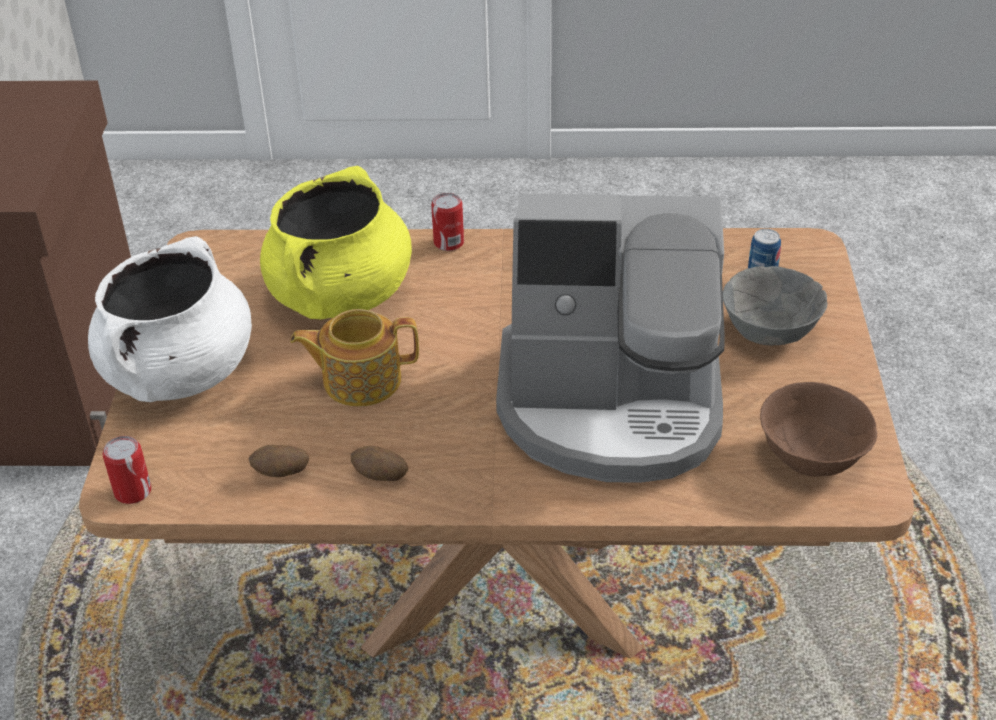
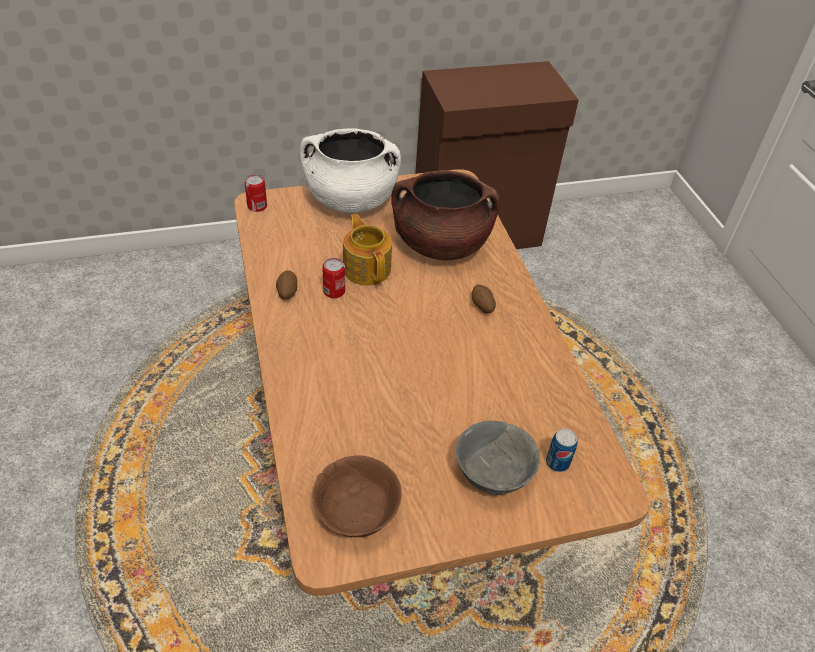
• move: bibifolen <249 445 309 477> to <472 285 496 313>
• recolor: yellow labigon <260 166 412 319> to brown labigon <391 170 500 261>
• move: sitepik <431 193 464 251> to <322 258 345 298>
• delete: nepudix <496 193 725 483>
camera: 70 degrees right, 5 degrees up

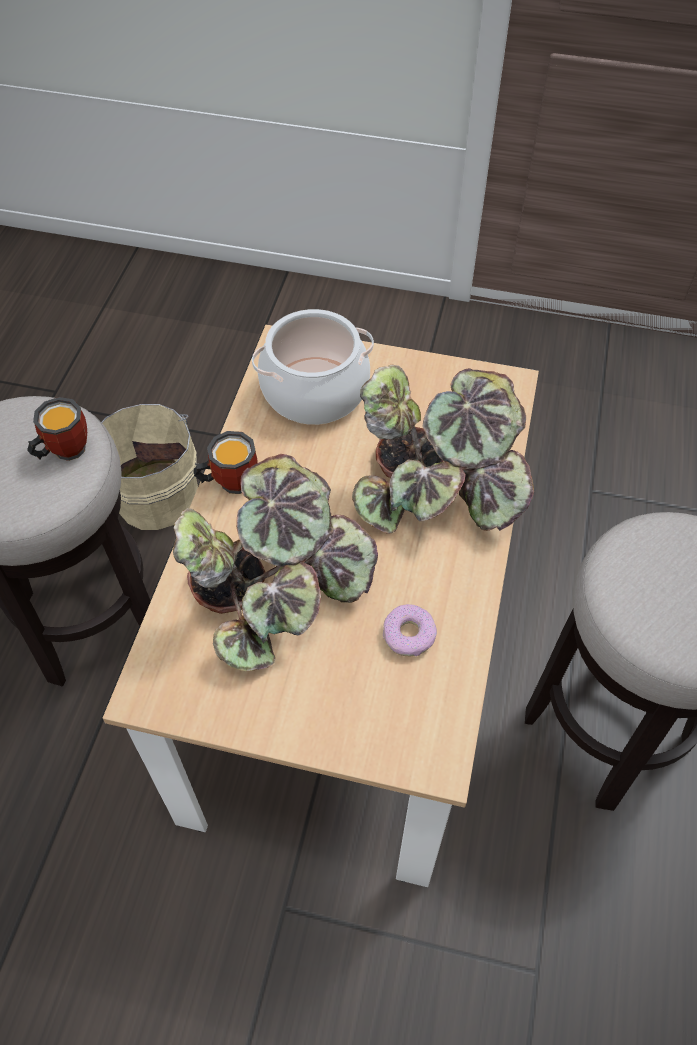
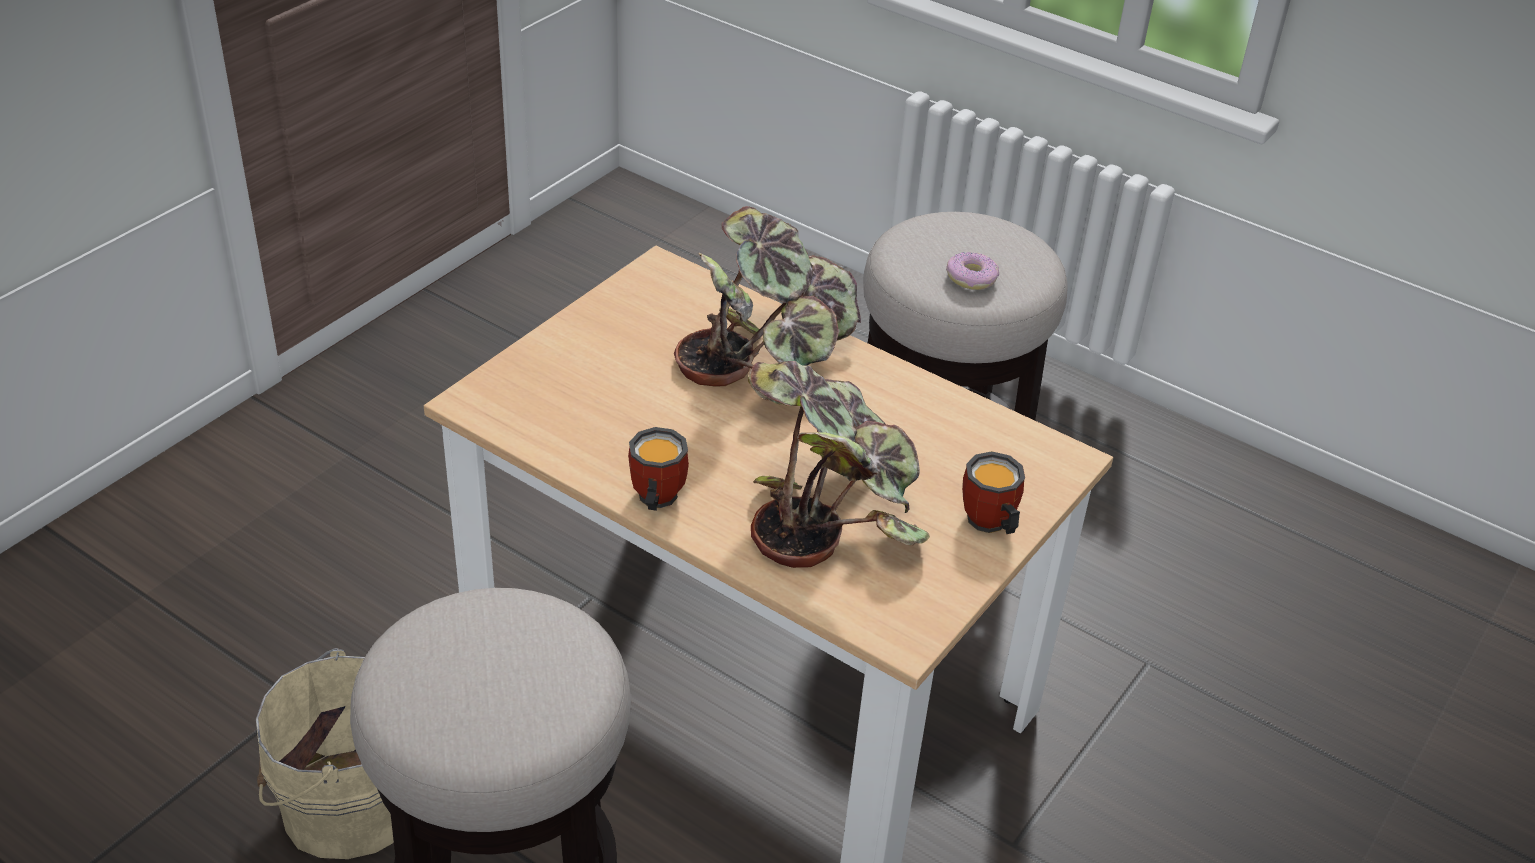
• move: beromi <27 397 87 461> to <962 451 1025 534>
• delete: labigon <252 309 374 425>
• move: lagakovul <383 604 437 656> to <946 252 999 290>
camera: 70 degrees left, 15 degrees down

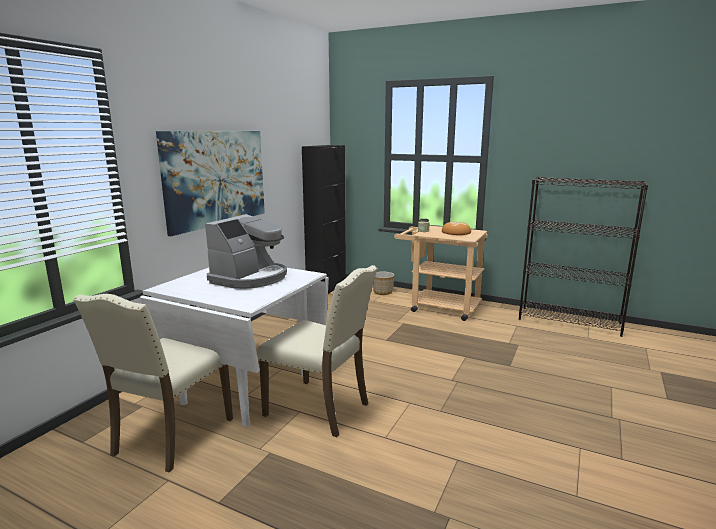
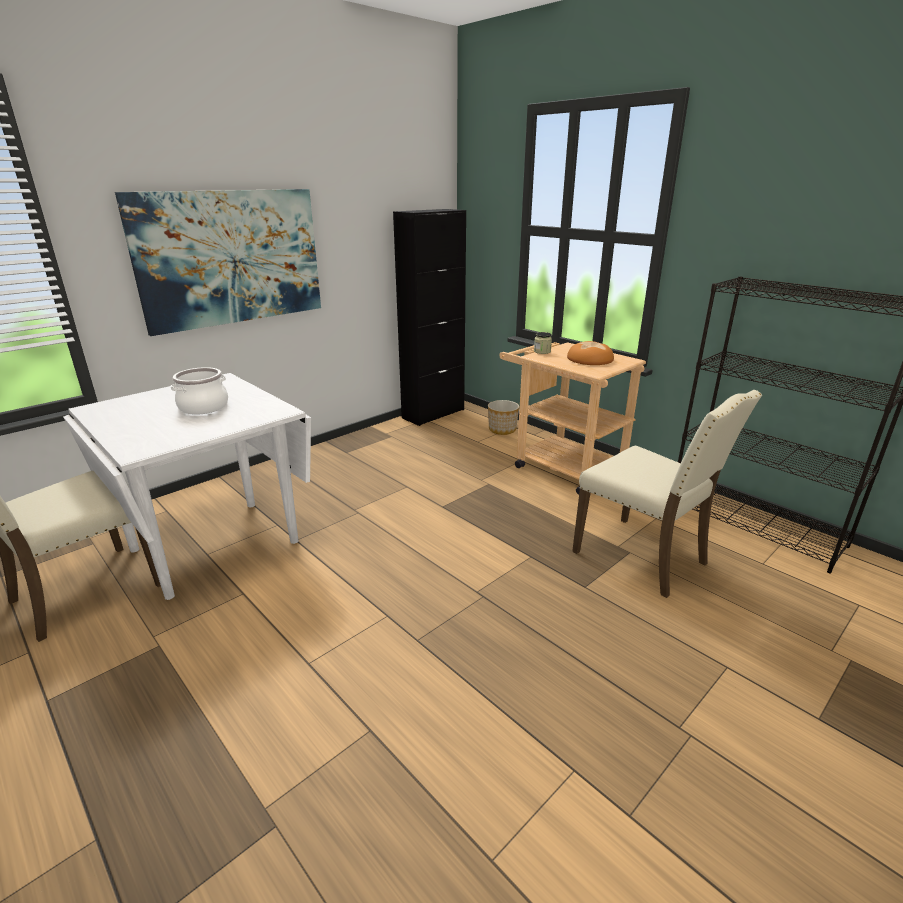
• replace: nepudix <205 214 287 289> to labigon <171 367 228 415>
• move: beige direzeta <257 265 378 437> to <572 390 762 598>
camera: 20 degrees right, 10 degrees up

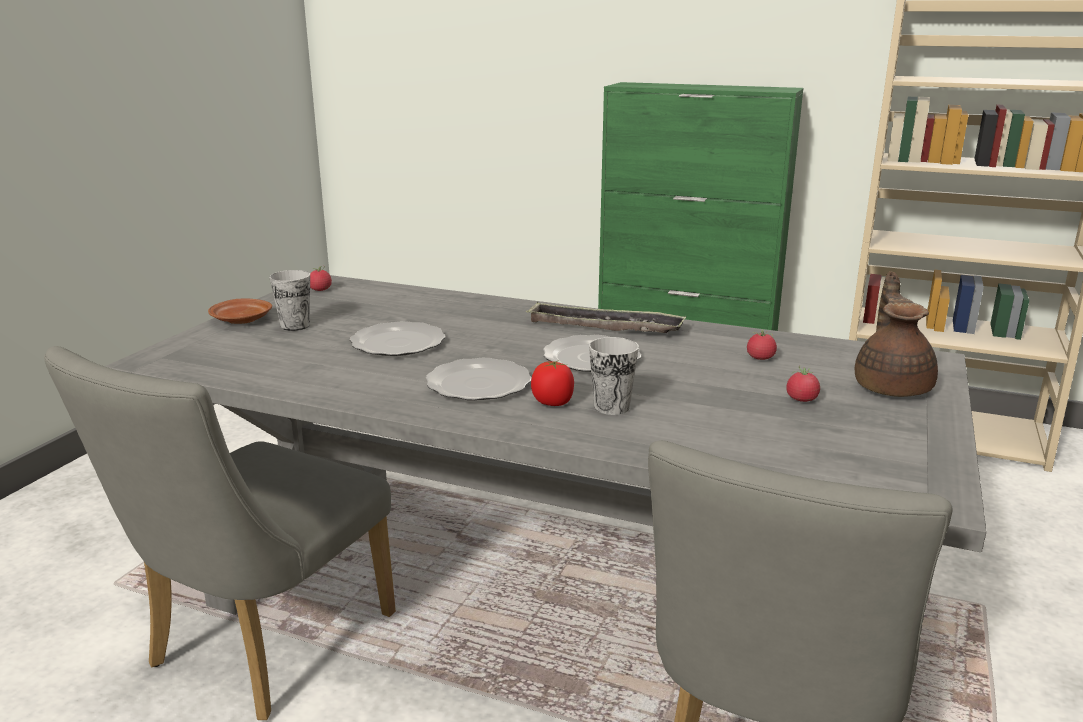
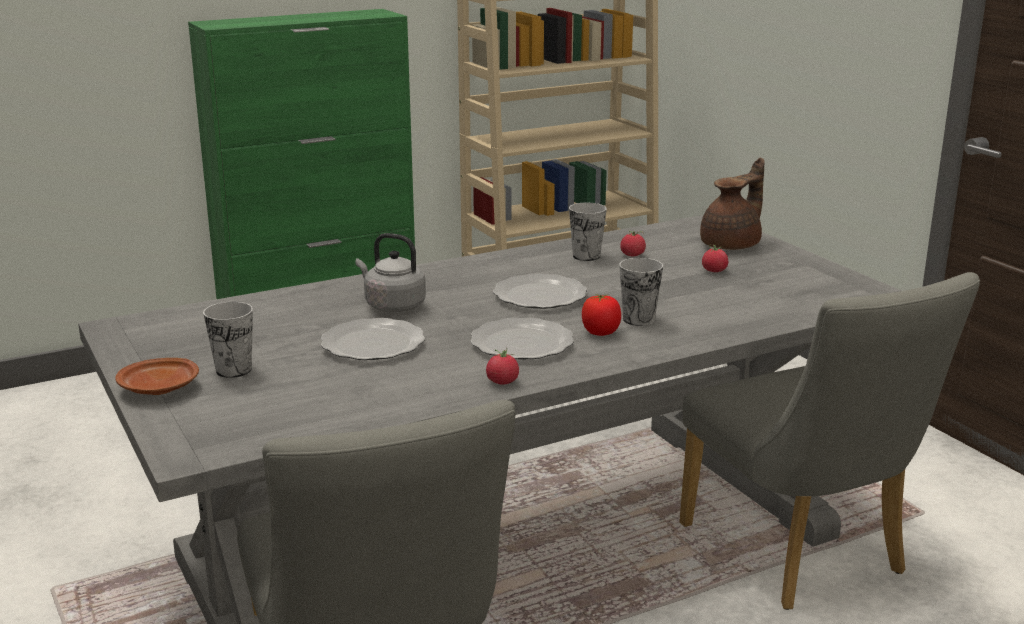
• move: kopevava <310 266 332 291> to <486 348 519 384>
• delete: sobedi <526 302 686 333>
• rotate: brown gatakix <855 271 938 397> = <700 158 764 250> 90 degrees clockwise
• insert: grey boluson <355 233 426 312>
• insert: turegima <569 203 607 261>
camera: 50 degrees left, 0 degrees up

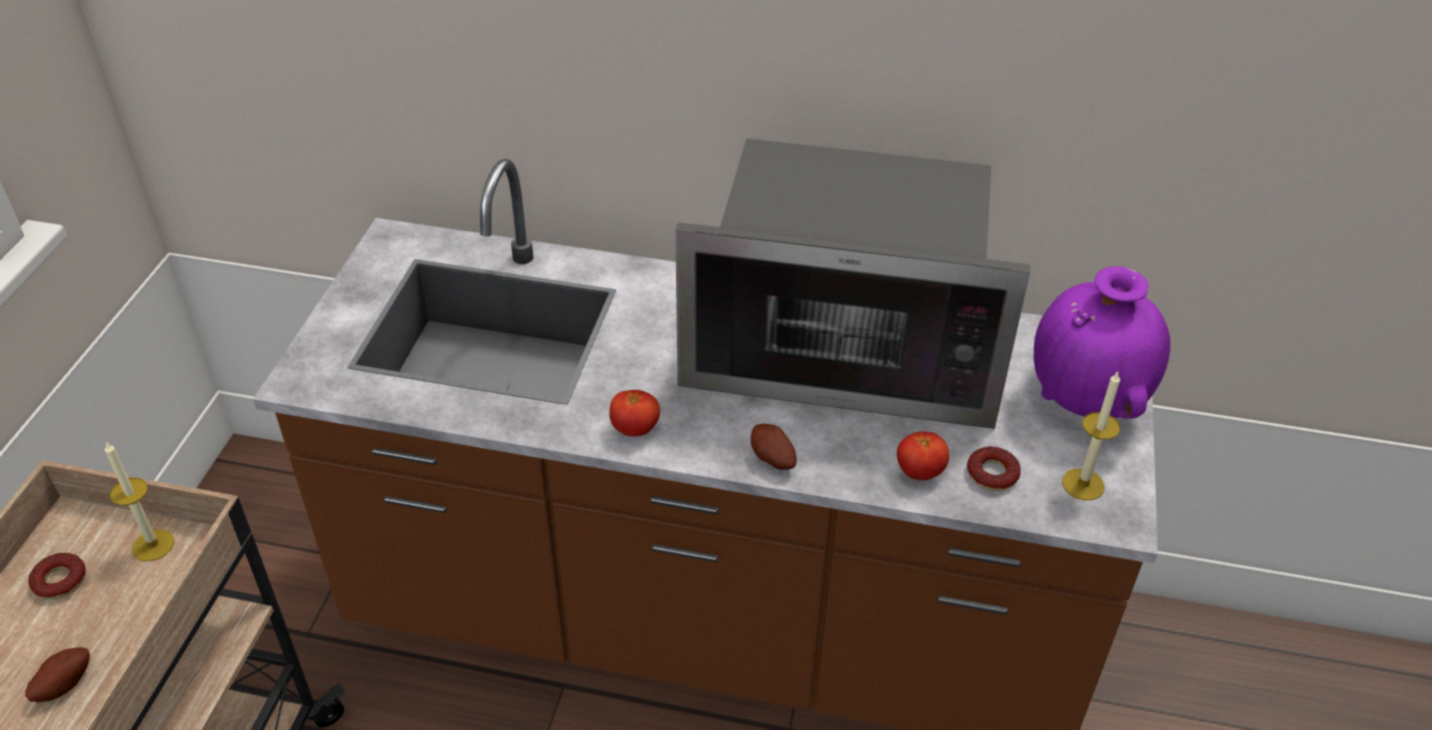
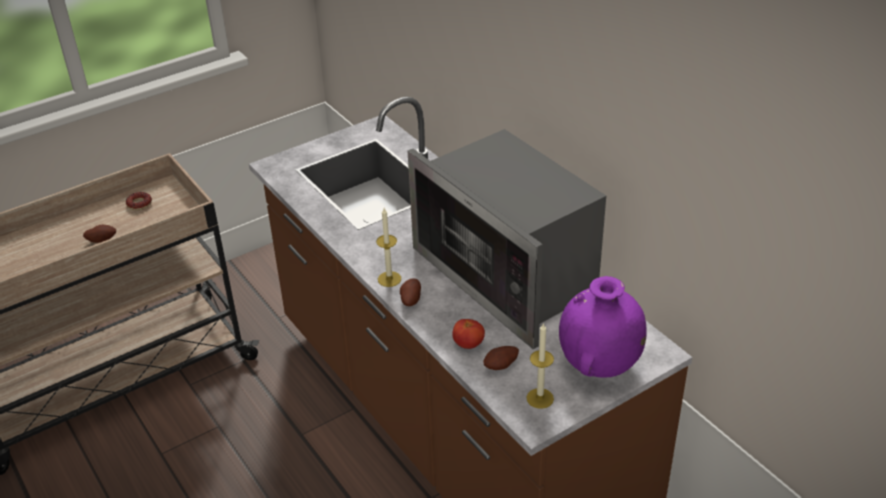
• move: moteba <105 441 174 561> to <376 208 401 287>
• delete: kopevava <610 390 660 436>
• replace: lagakovul <967 446 1021 491> to bibifolen <483 346 519 370>
camera: 45 degrees right, 5 degrees down

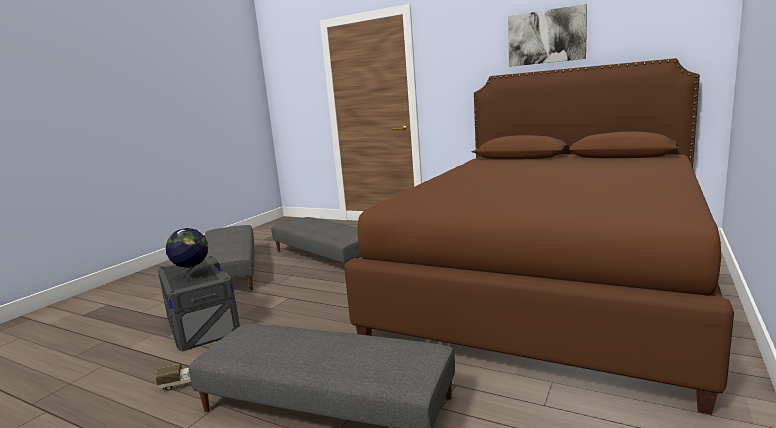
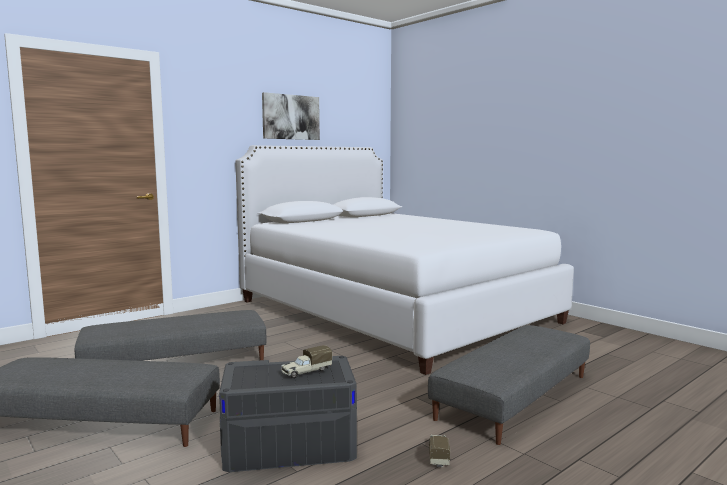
• replace: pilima <166 228 209 280> to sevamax <281 345 332 378>
• recolor: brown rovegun <344 58 734 415> to white rovegun <235 145 574 375>
camera: 70 degrees left, 5 degrees down

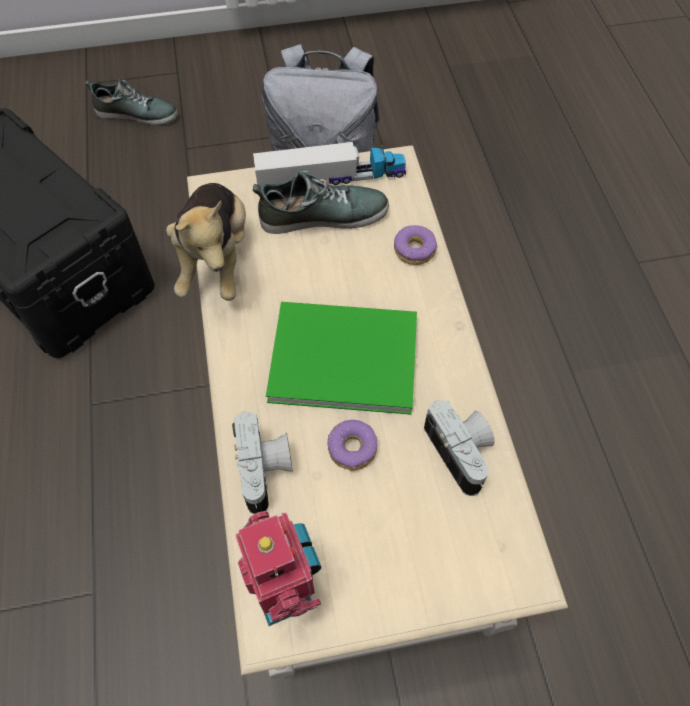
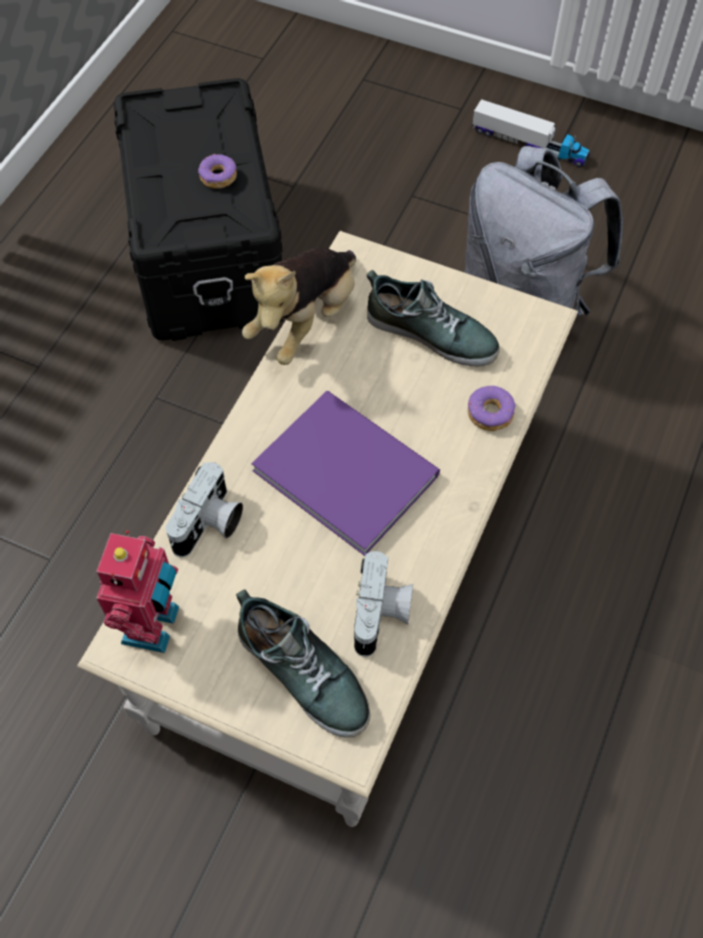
• move: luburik <85 79 178 125> to <236 589 370 737>
• move: sevamax <253 142 406 186> to <472 99 590 167>
• recolor: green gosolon <266 302 417 415> to purple gosolon <251 391 440 556>
• move: lagakovul <327 420 377 471> to <198 154 237 189>
camera: 35 degrees right, 0 degrees up

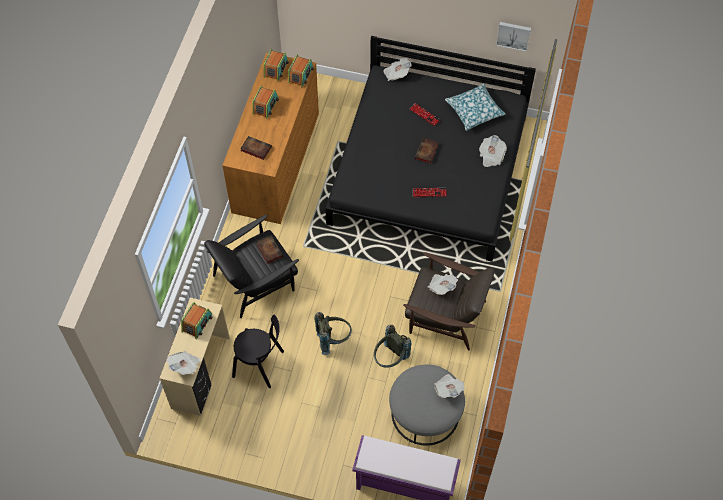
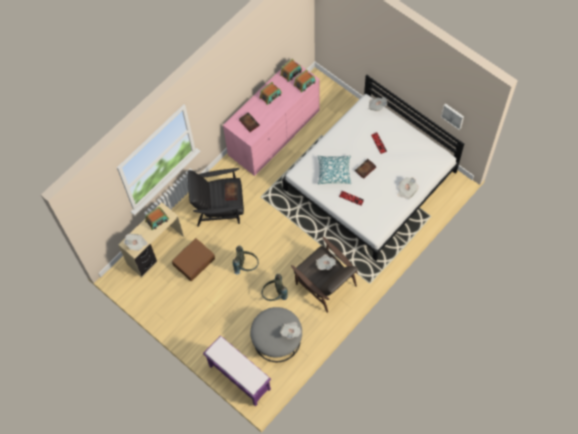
• recolor: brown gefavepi <222 52 319 224> to pink gefavepi <223 61 320 176>
• replace: black direzeta <232 315 284 388> to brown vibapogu <172 238 215 281>
• recolor: black rovegun <325 36 536 262> to white rovegun <282 75 464 261>
• move: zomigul <445 83 506 131> to <317 155 351 184>
camera: 30 degrees right, 5 degrees up

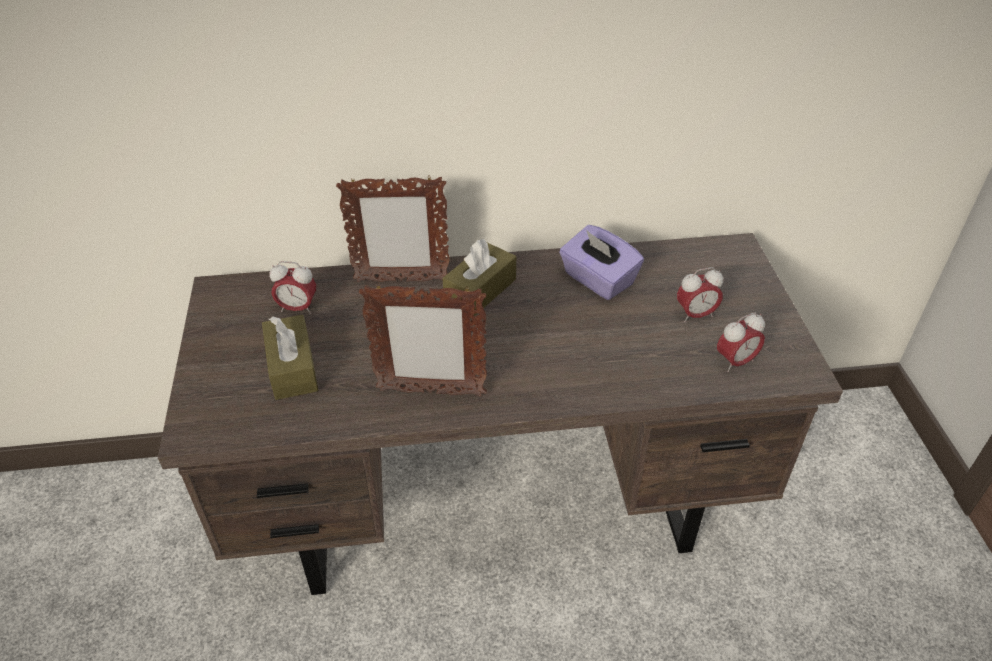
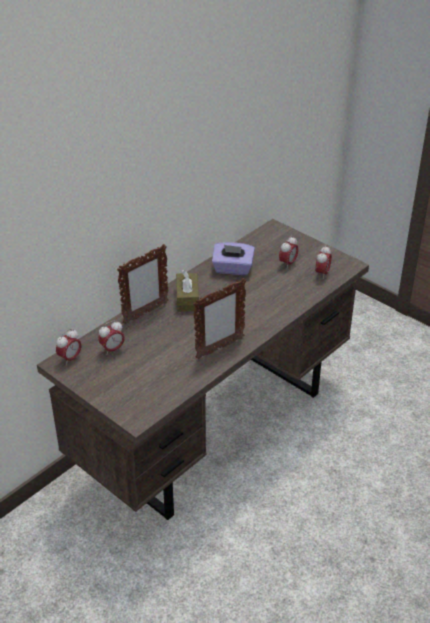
• delete: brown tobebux <262 315 318 400>
• insert: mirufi <56 329 82 365>
camera: 40 degrees left, 5 degrees down

